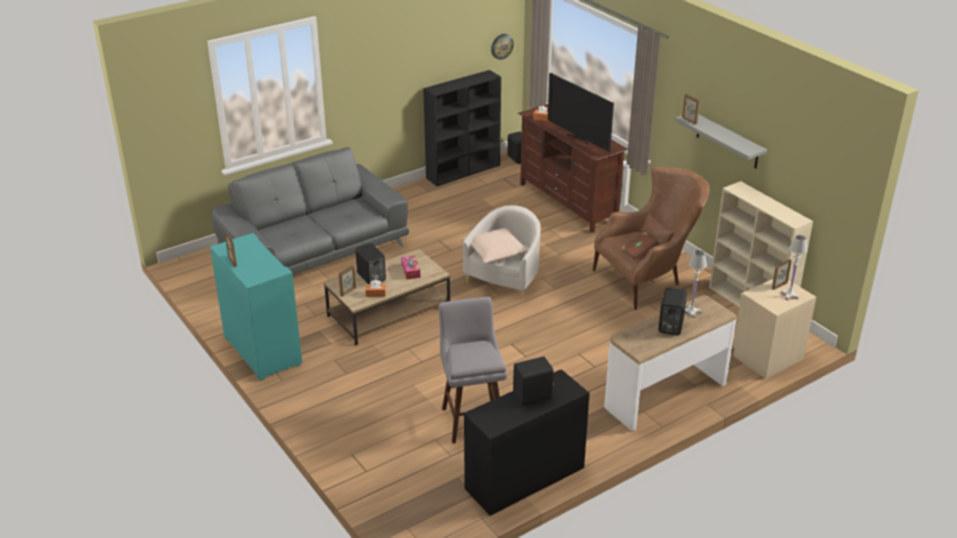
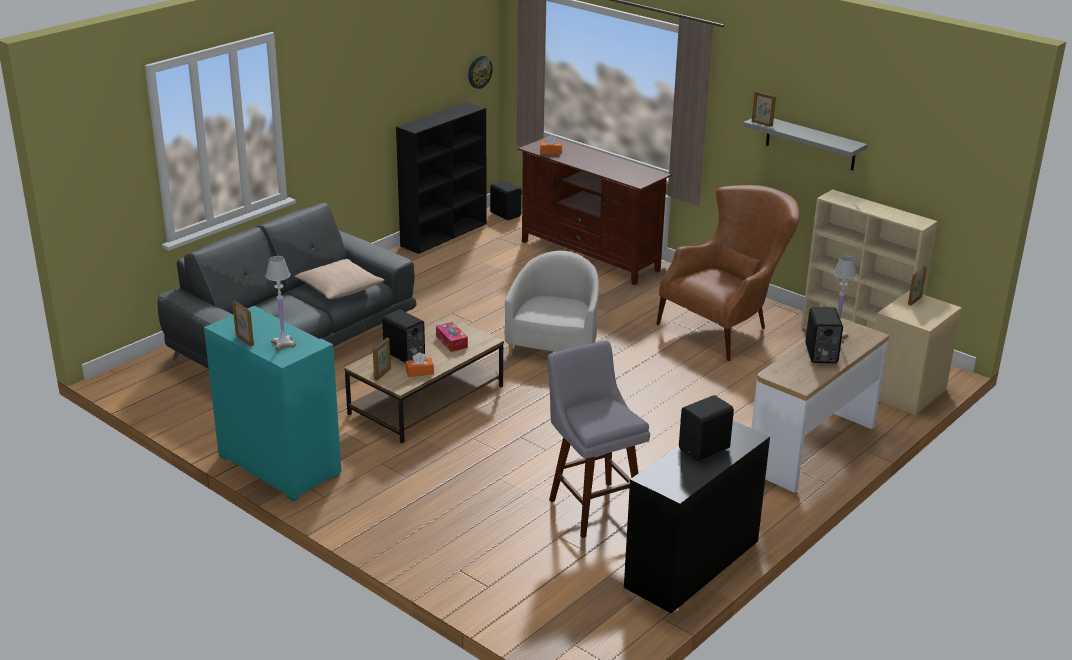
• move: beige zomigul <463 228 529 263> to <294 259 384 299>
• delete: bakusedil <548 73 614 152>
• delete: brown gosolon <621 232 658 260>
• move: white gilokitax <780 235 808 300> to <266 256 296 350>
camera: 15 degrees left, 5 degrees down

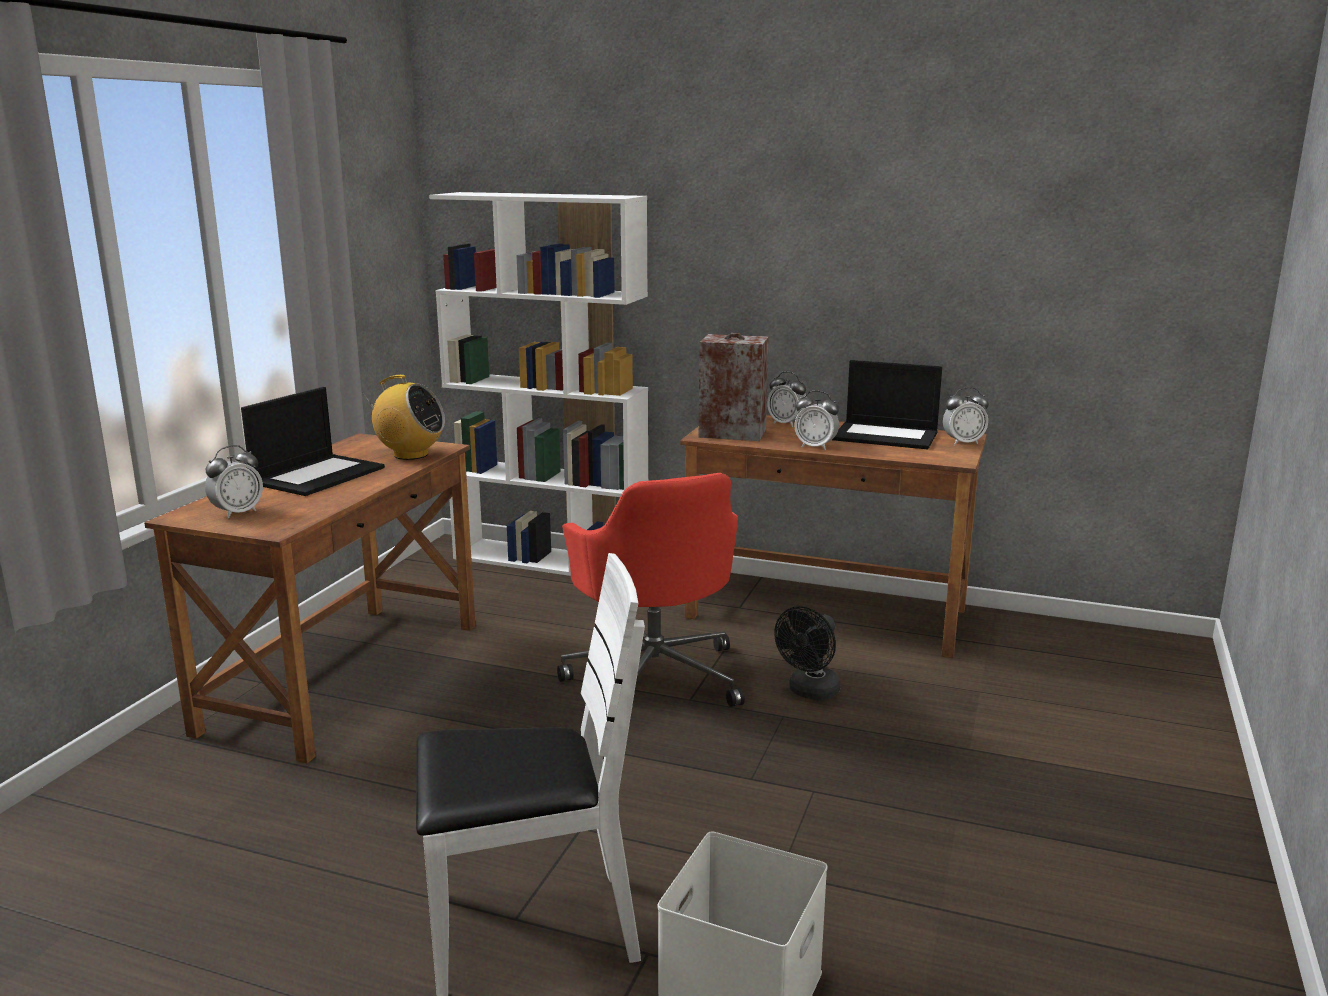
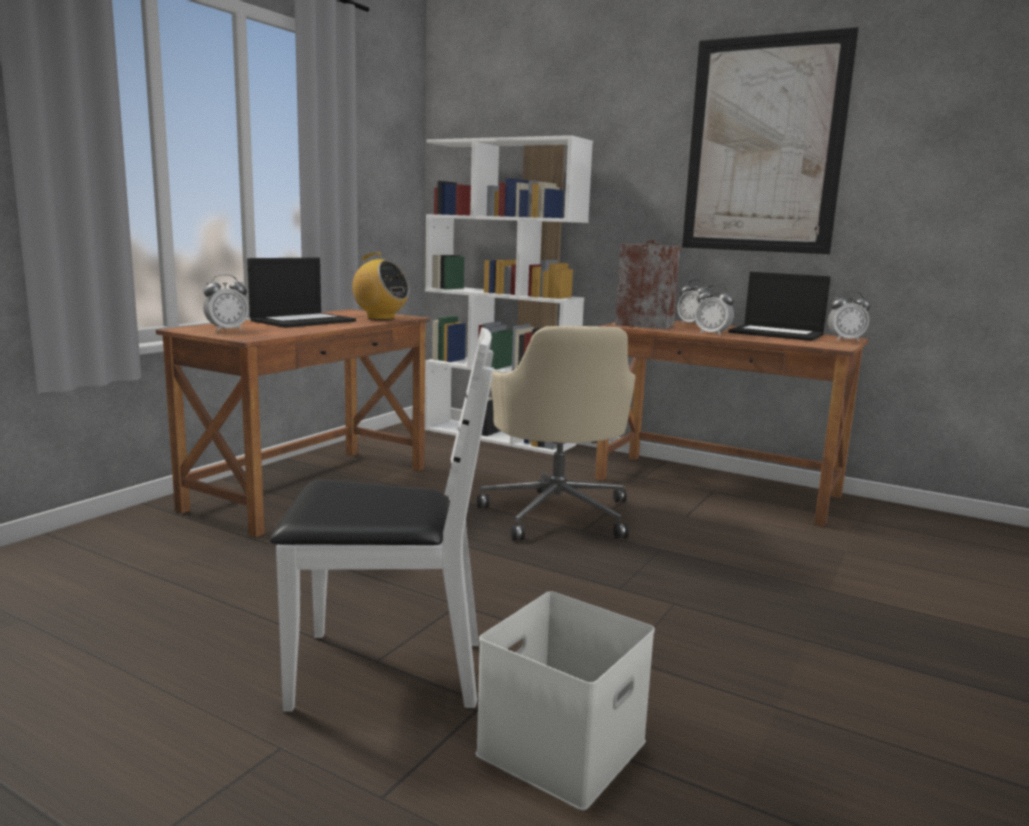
• recolor: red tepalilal <557 473 745 707> to beige tepalilal <477 326 635 540>
• delete: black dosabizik <774 606 841 700>
• insert: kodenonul <682 27 859 254>
camera: 10 degrees right, 5 degrees down

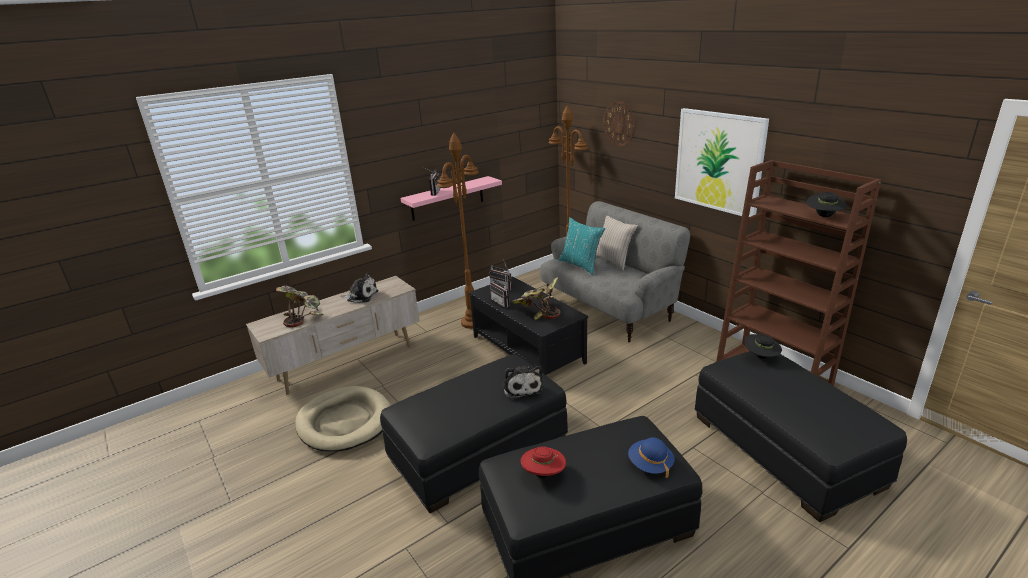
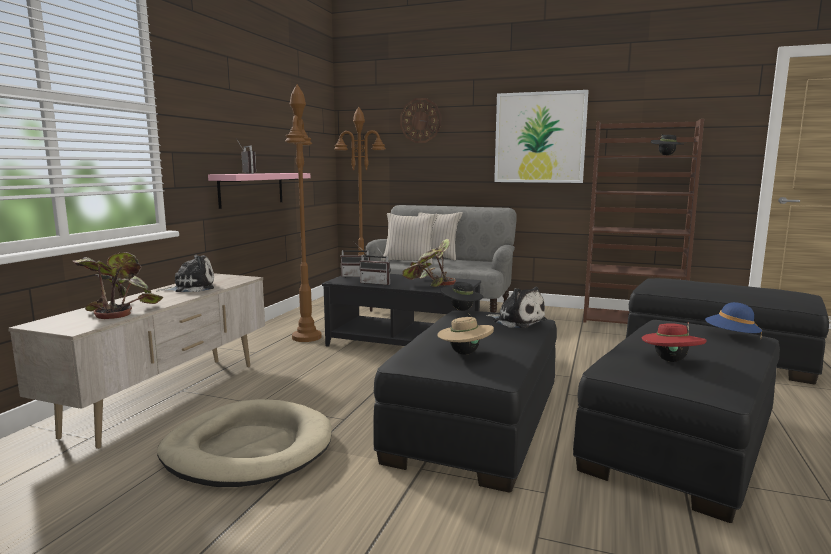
• recolor: turquoise zomigul <559 217 605 275> to beige zomigul <381 213 437 265>
• move: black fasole <745 334 782 359> to <441 282 483 311>
• insert: beige fasole <437 313 494 355>
camera: 35 degrees left, 15 degrees down

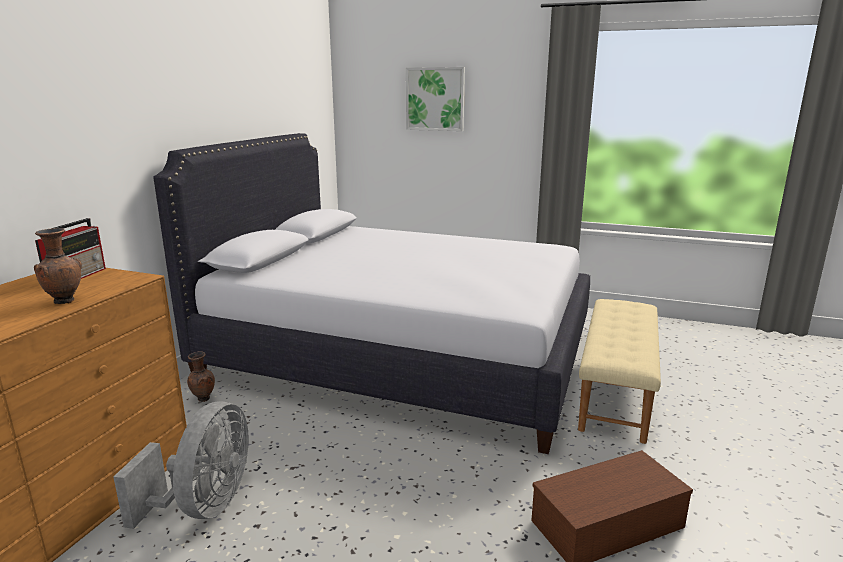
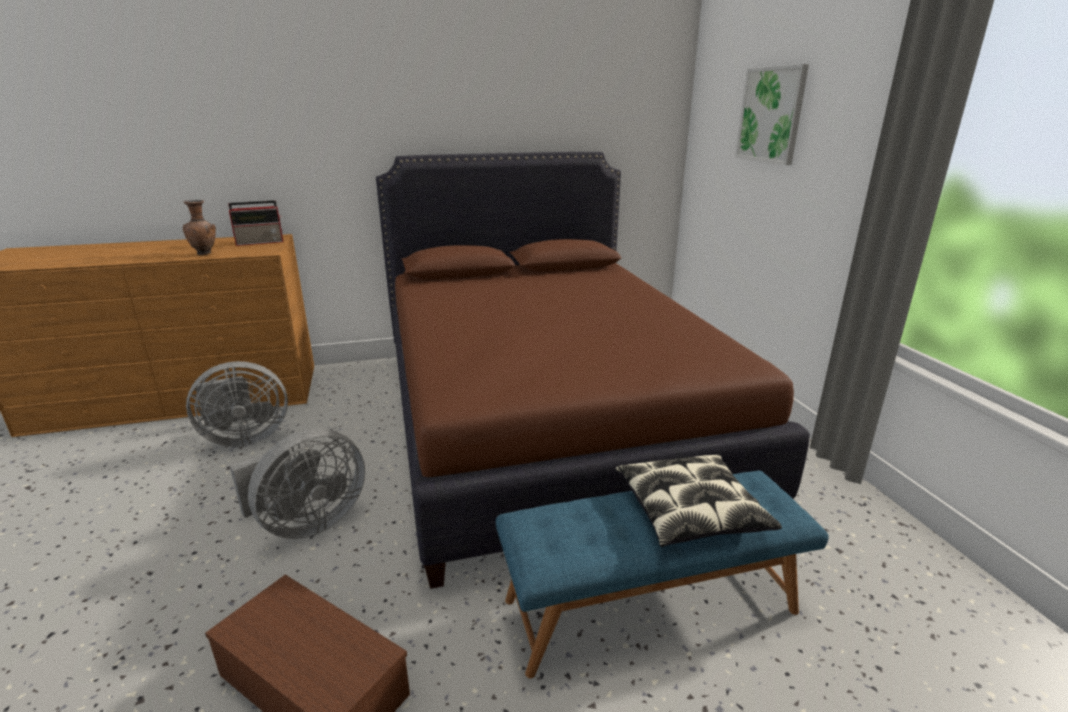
• recolor: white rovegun <153 133 590 454> to brown rovegun <376 152 810 589>
• delete: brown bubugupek <187 351 215 402>
• recolor: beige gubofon <578 299 661 444> to blue gubofon <496 471 829 678>
• insert: grey dosabizik <230 429 365 539>
• insert: zomigul <615 454 782 547>
camera: 55 degrees right, 5 degrees up

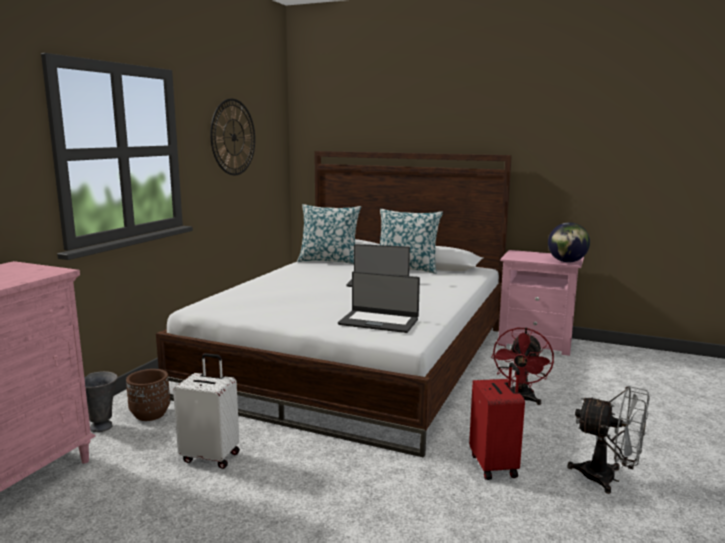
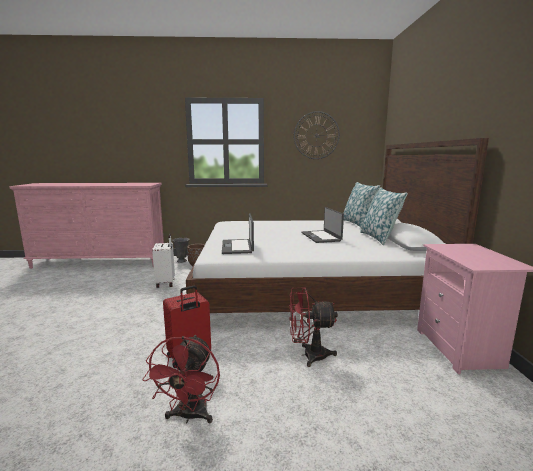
• delete: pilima <548 222 590 262>
• recolor: grey dosabizik <567 385 650 494> to red dosabizik <142 335 220 424>
camera: 65 degrees right, 0 degrees up

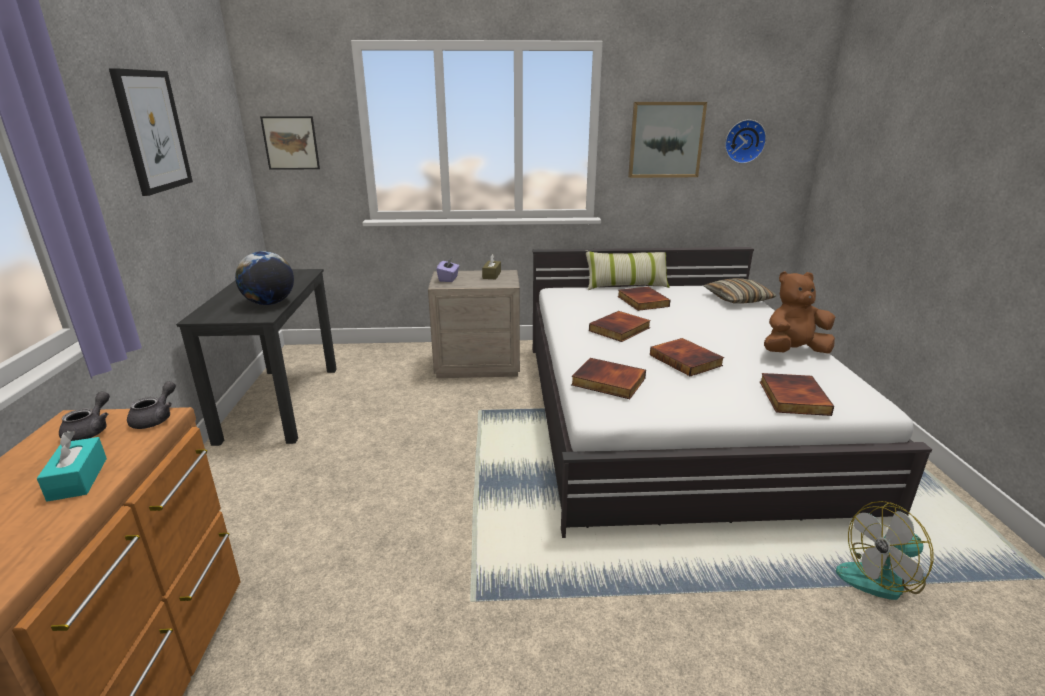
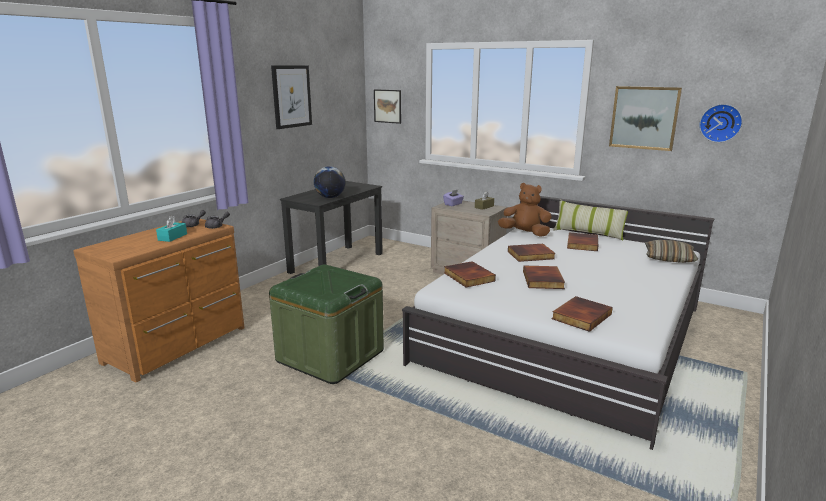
• move: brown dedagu <764 271 835 353> to <498 183 552 237>
• delete: dosabizik <836 501 934 600>
• insert: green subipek <269 264 384 384>
camera: 35 degrees right, 5 degrees down

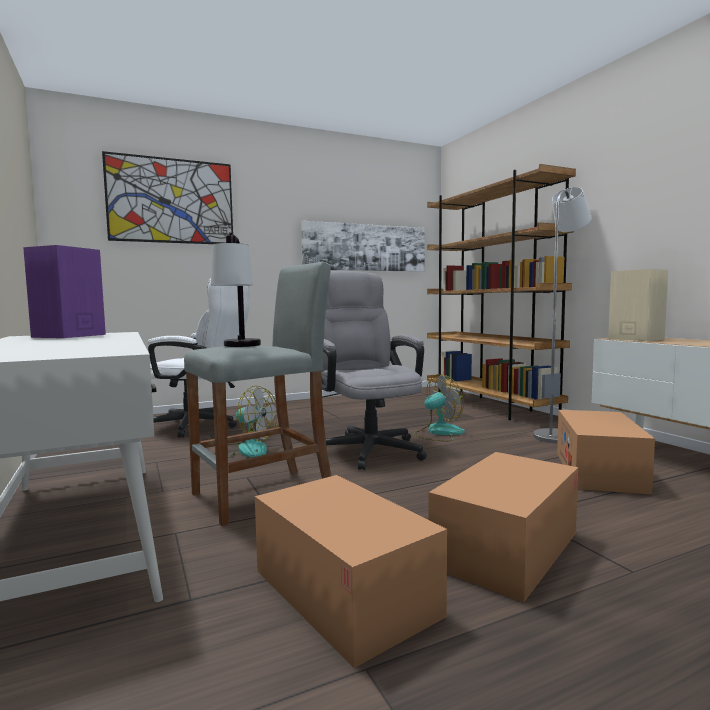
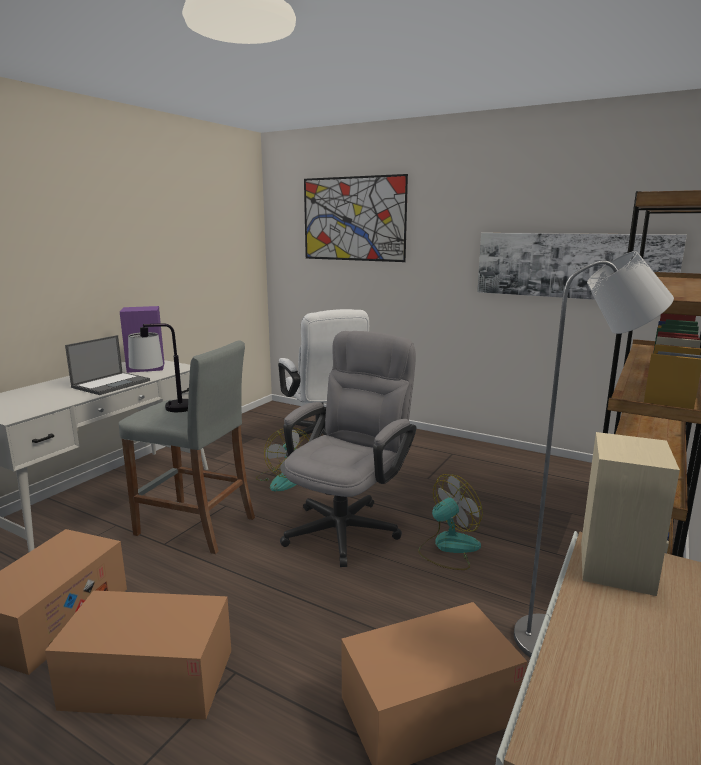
• rotate: dosabizik <414 374 465 441> = <418 474 483 570> 60 degrees counterclockwise
• insert: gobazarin <65 335 150 395>
camera: 55 degrees right, 10 degrees up

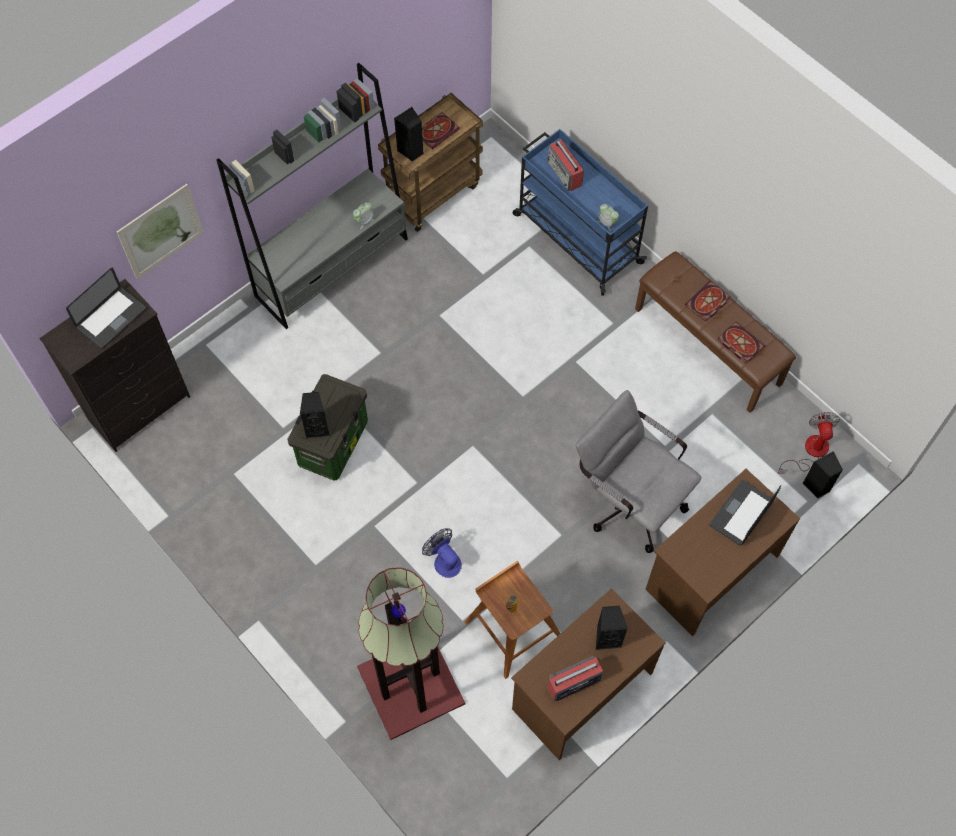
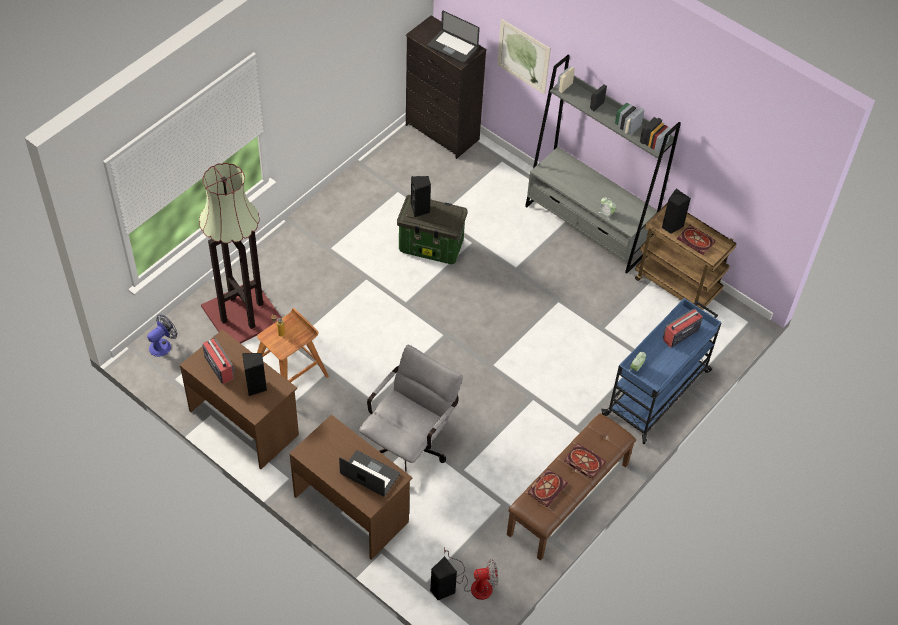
• move: dosabizik <422 528 462 578> to <147 314 177 357>
camera: 80 degrees right, 10 degrees down

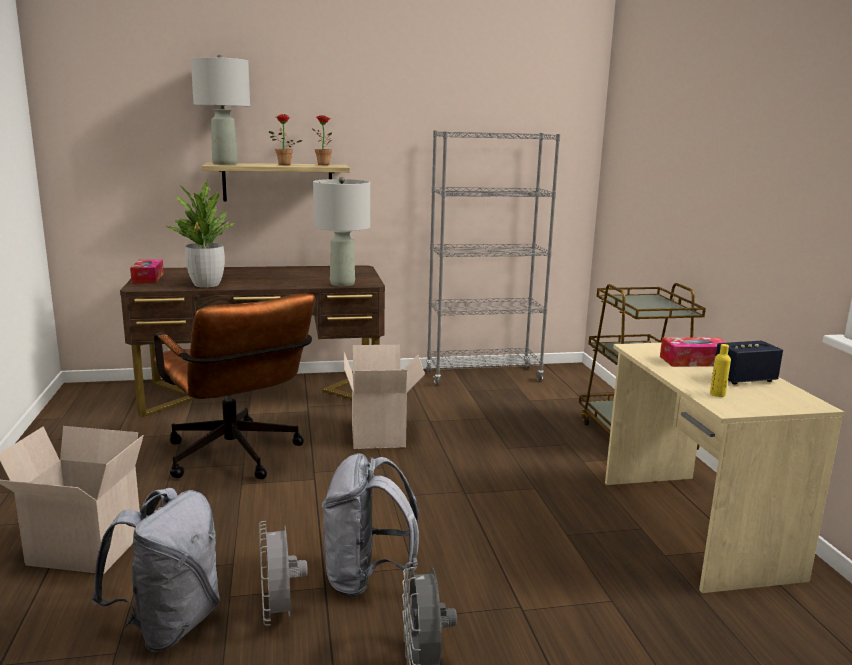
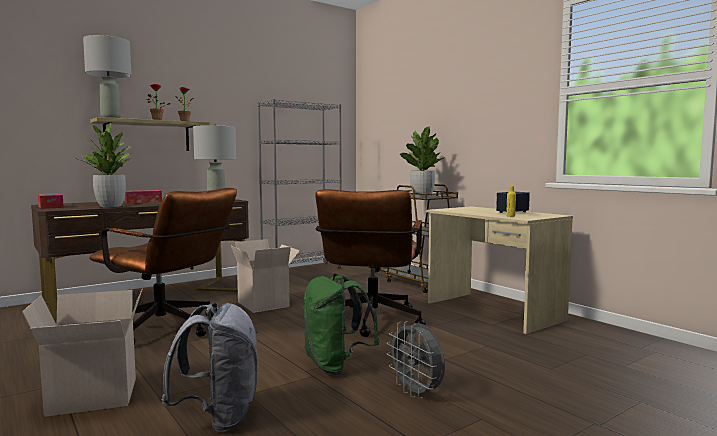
• delete: grey dosabizik <259 521 308 626>
• recolor: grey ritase <322 453 419 597> to green ritase <303 273 380 375>
• move: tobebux <660 337 727 367> to <125 190 162 203>
• insert: brown tepalilal <315 189 426 337>
• insert: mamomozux <399 127 445 198>
camera: 25 degrees left, 10 degrees down

